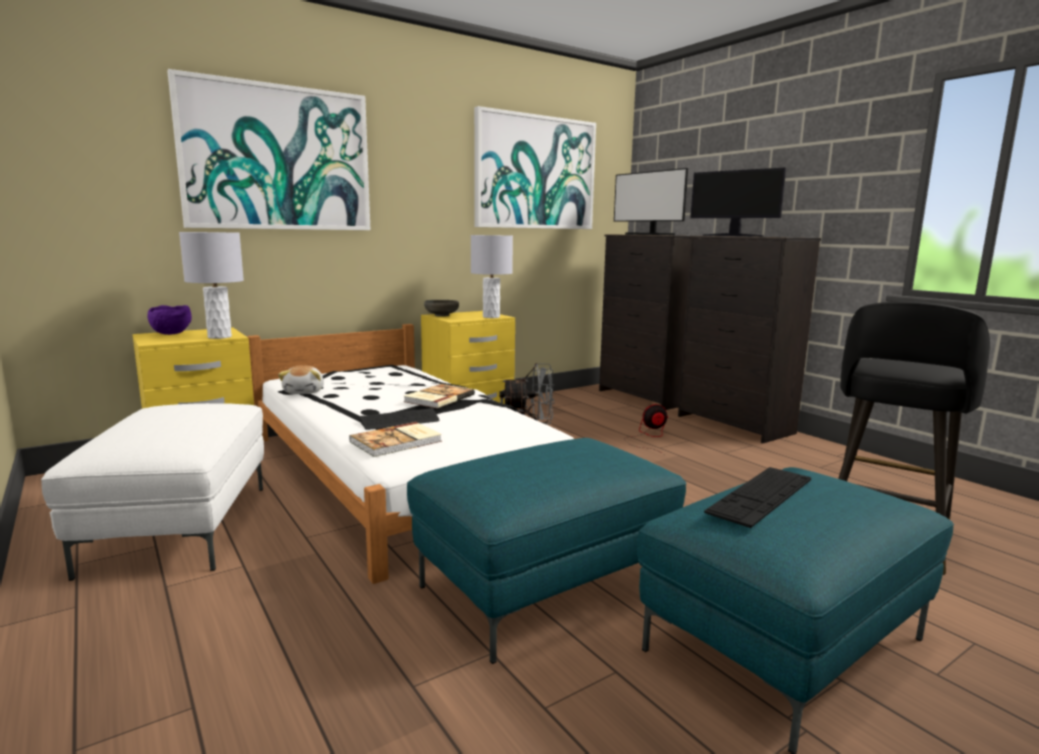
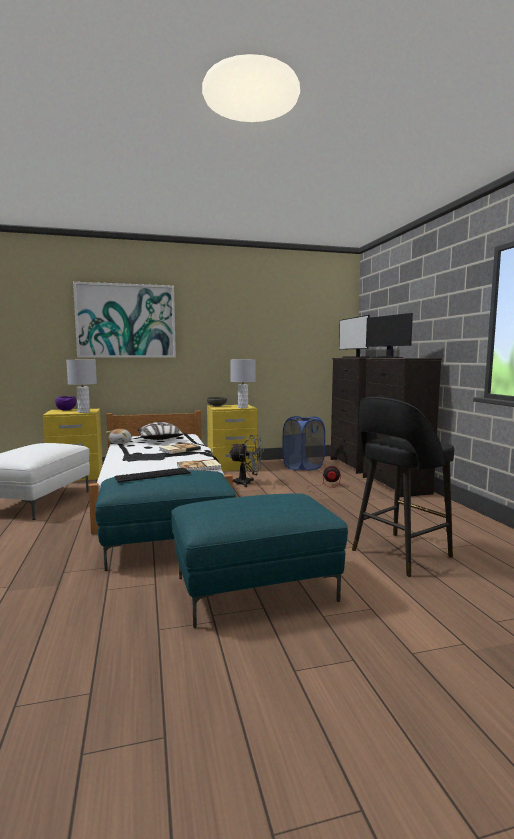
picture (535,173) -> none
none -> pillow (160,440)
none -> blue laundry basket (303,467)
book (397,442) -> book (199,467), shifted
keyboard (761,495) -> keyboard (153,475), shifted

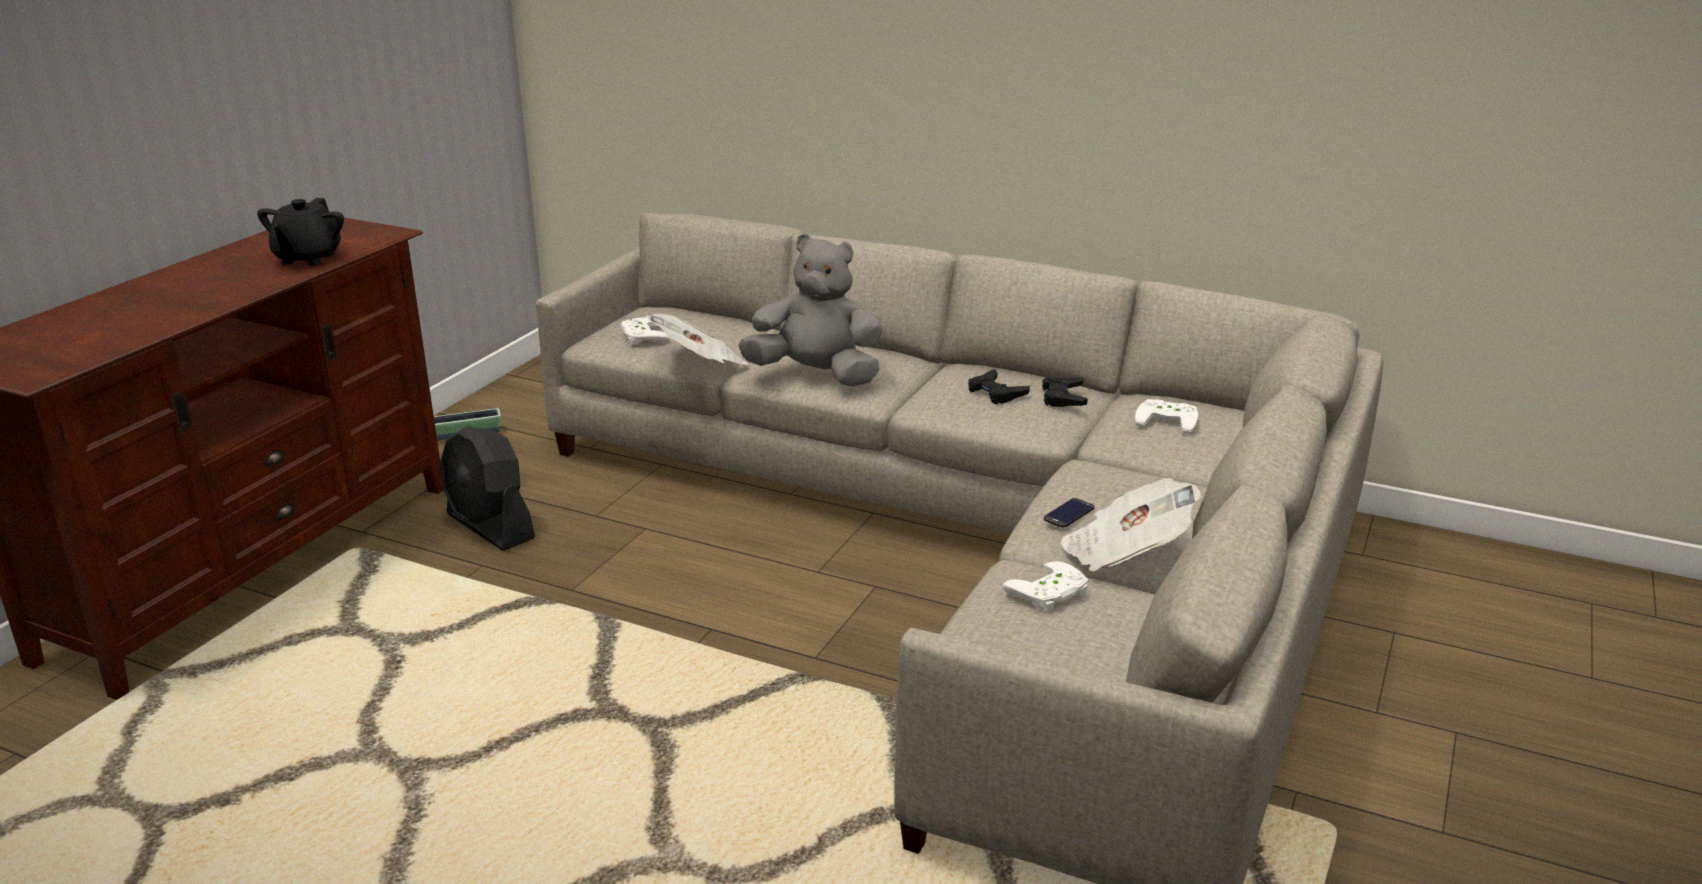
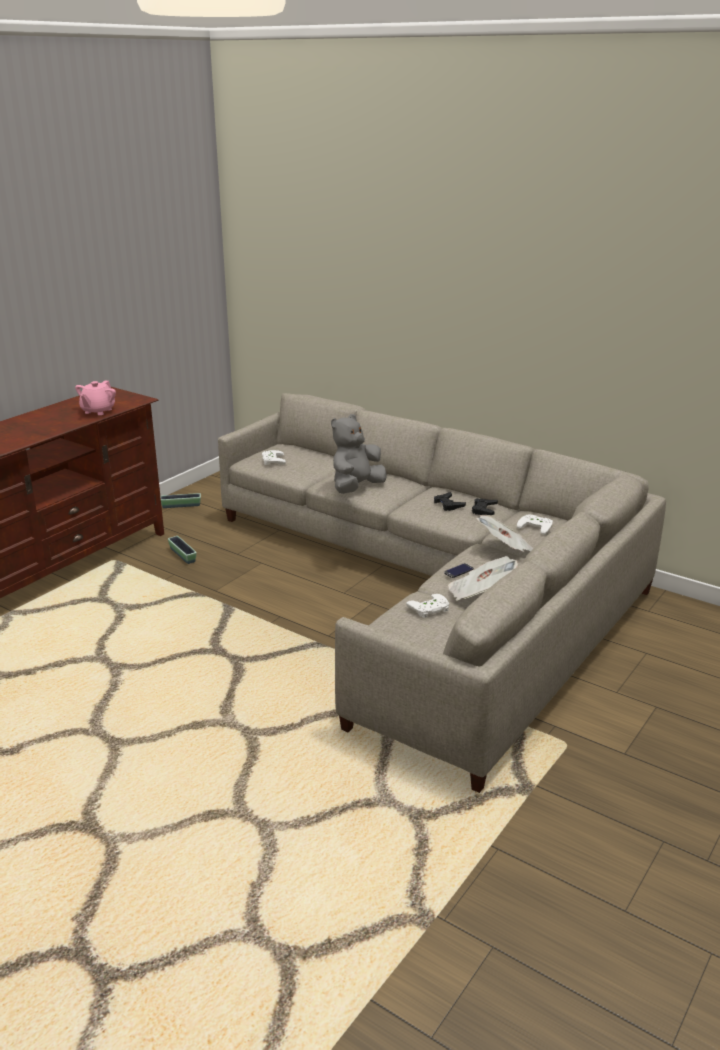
newspaper (699,364) -> newspaper (506,549), shifted
black fan (490,527) -> planter (182,555)
black teapot (307,258) -> pink teapot (98,411)
grey plush toy (816,375) -> grey plush toy (356,488), 75 degrees counterclockwise

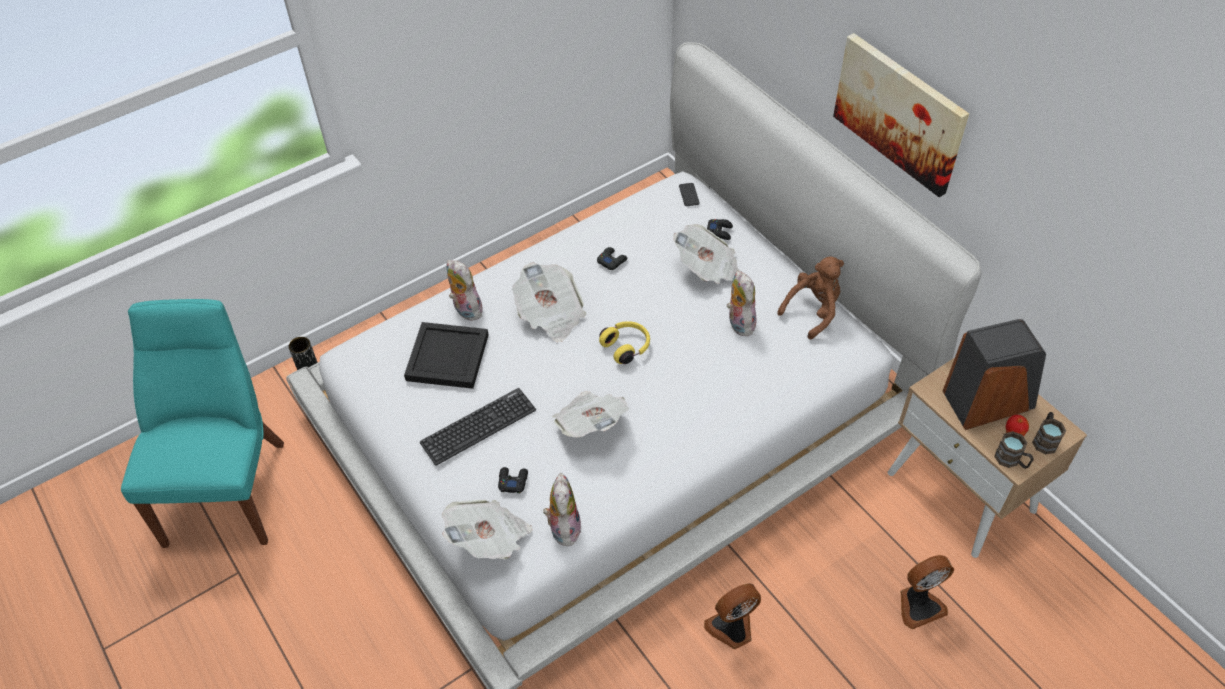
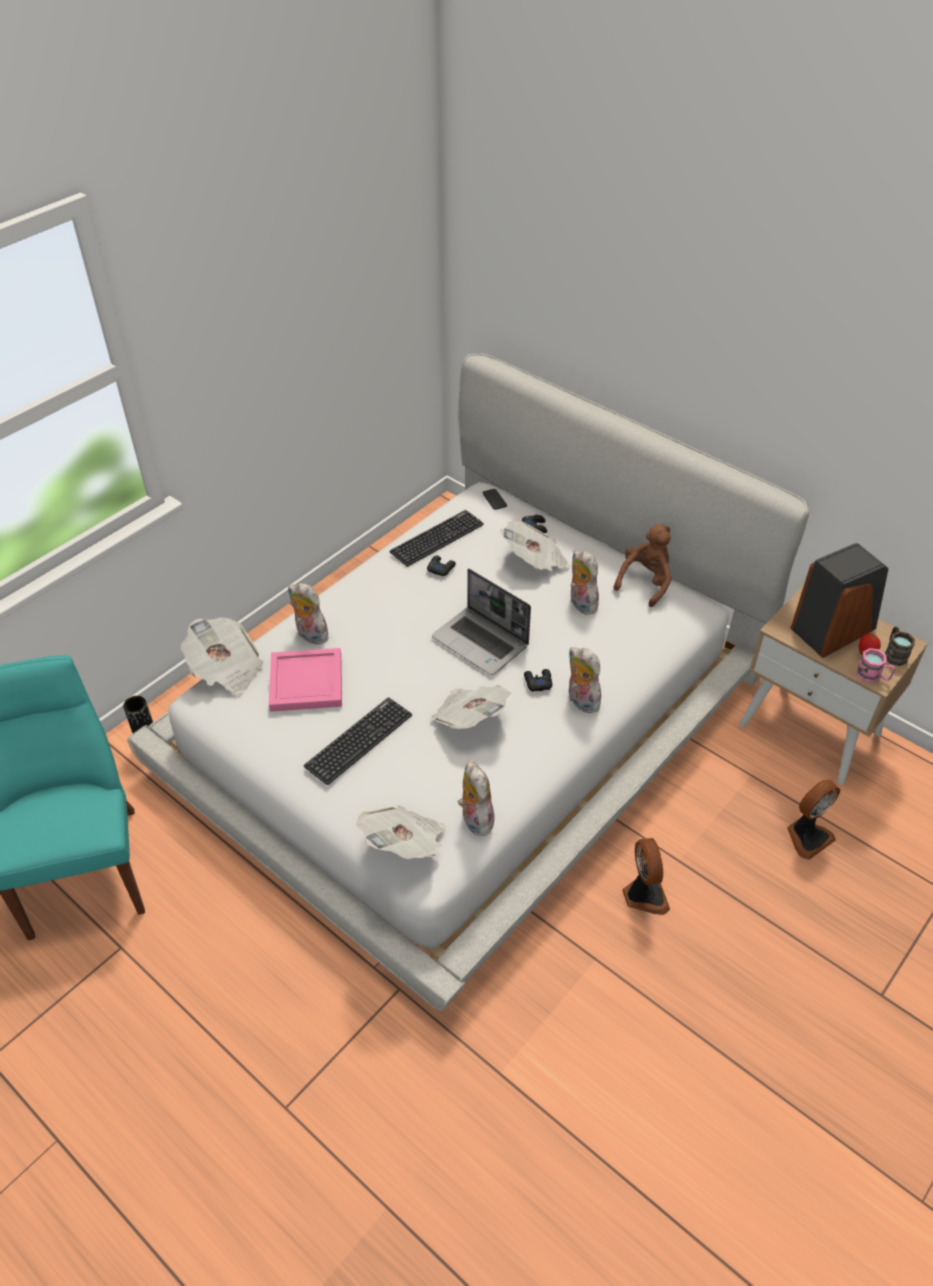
picture (900,113) -> none
none -> keyboard (437,538)
none -> plush toy (580,701)
black game controller (512,481) -> black game controller (537,682), shifted
newspaper (550,314) -> newspaper (226,669), shifted
yellow headphones (626,347) -> laptop (481,642)
black tray (446,356) -> pink tray (305,681)
brown mug (1011,460) -> pink mug (872,676)
fan (732,629) -> fan (643,895), 120 degrees clockwise

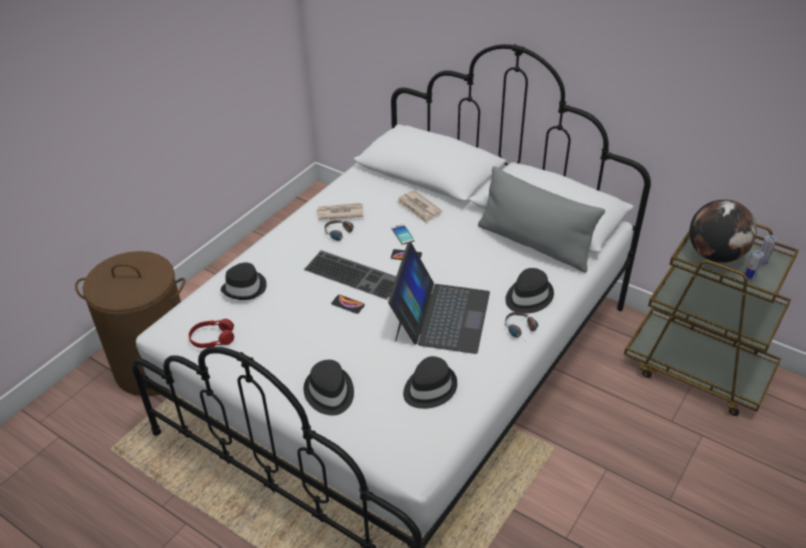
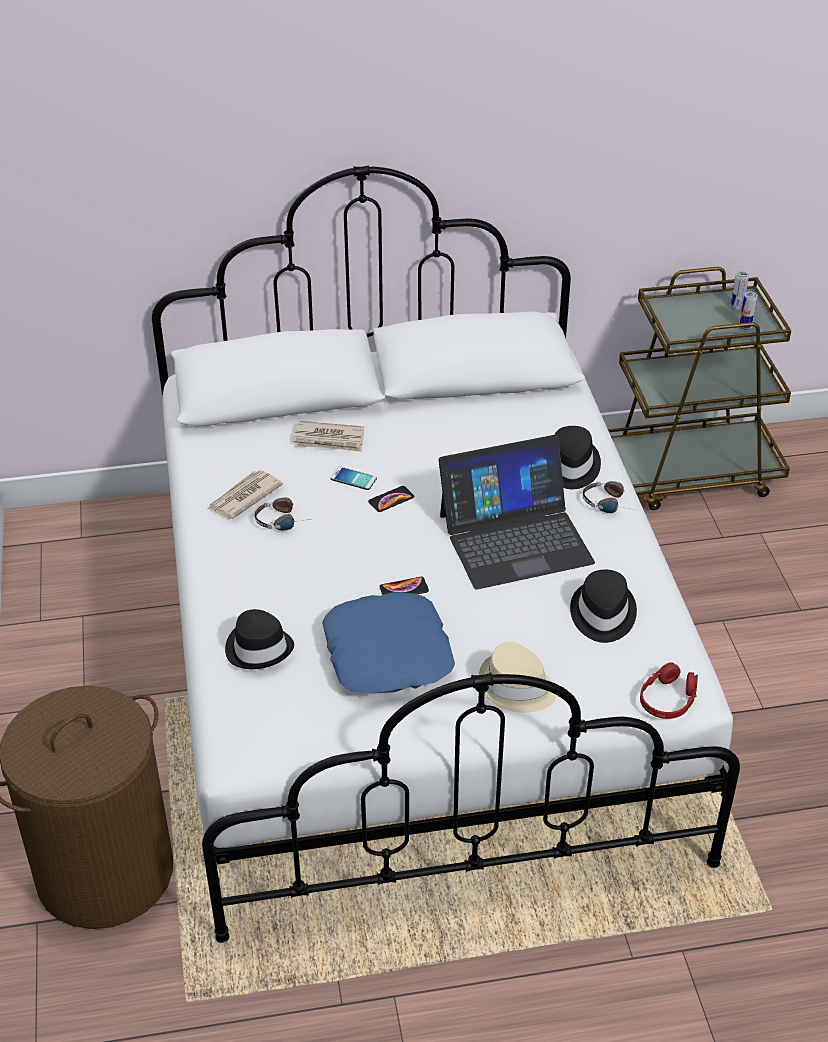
keyboard (354,274) -> none
grey pillow (534,244) -> none
globe (715,255) -> none
none -> blue pillow (388,653)
red headphones (212,339) -> red headphones (668,699), shifted
black hat (329,393) -> beige hat (516,687)
laptop (441,316) -> laptop (515,538), 105 degrees clockwise

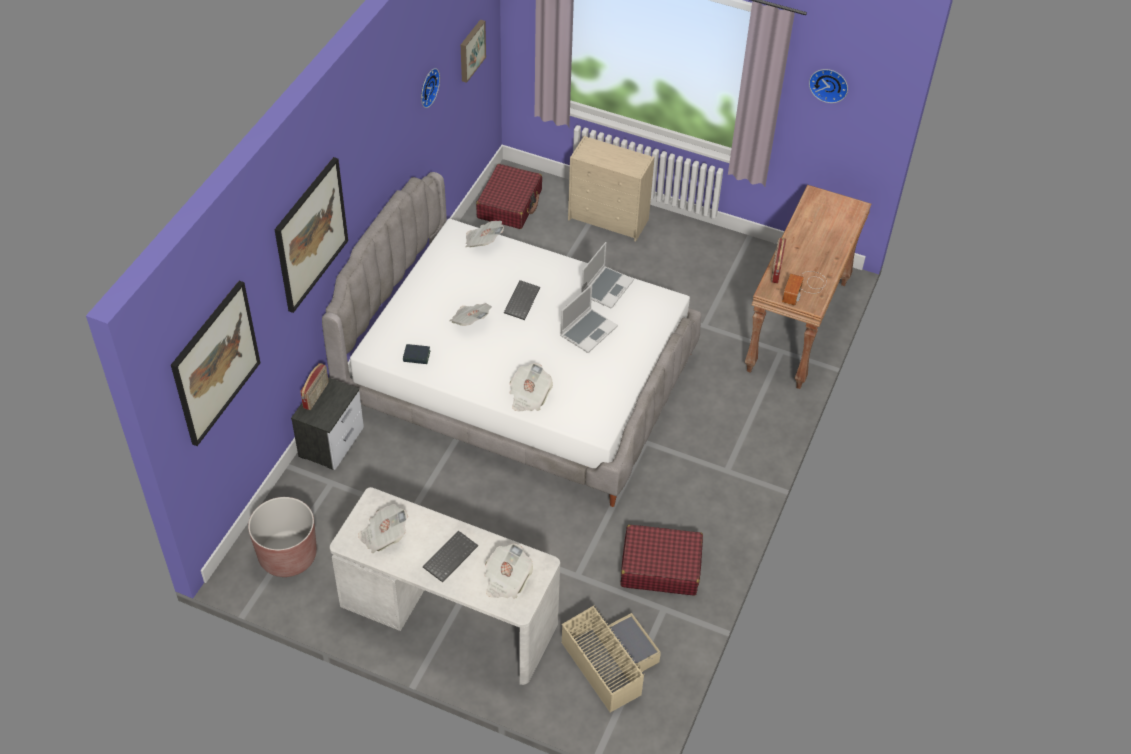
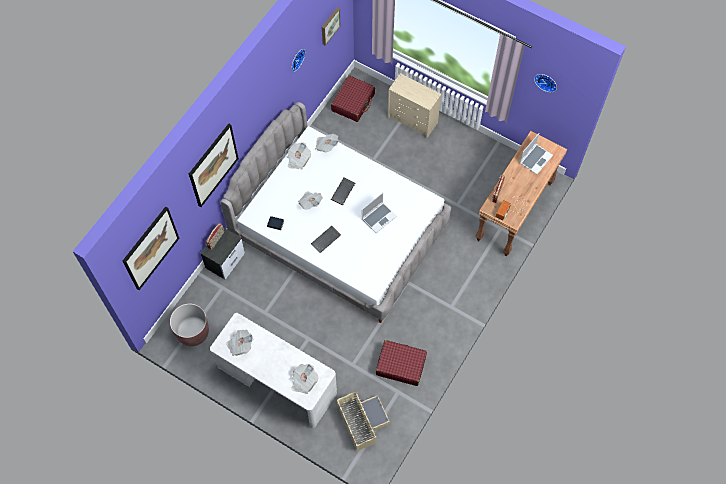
keyboard (450,556) -> keyboard (326,239), shifted
newspaper (529,396) -> newspaper (298,160), shifted
laptop (606,287) -> laptop (535,159), shifted

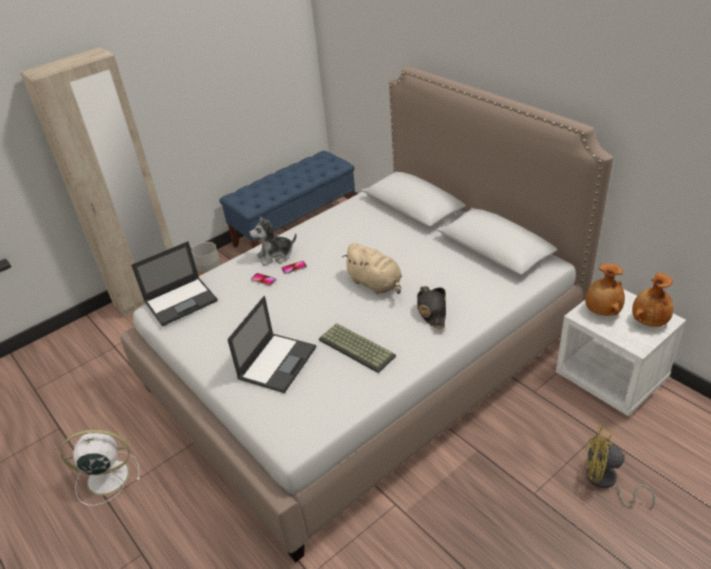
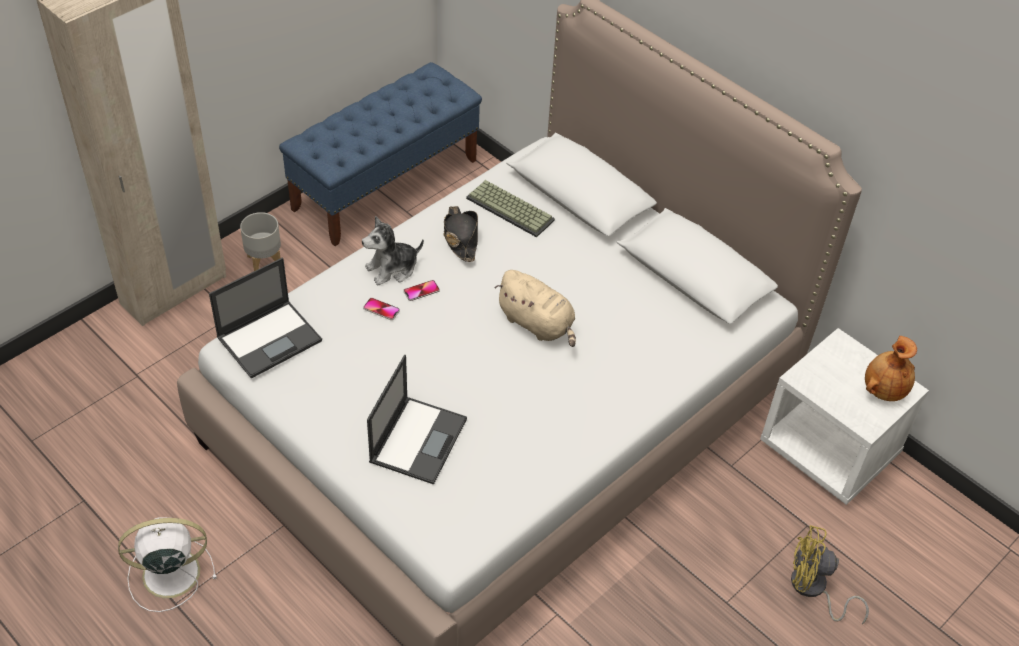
brown vase (601,311) -> none
keyboard (358,347) -> keyboard (512,209), shifted
black hat (431,310) -> black hat (460,238), shifted

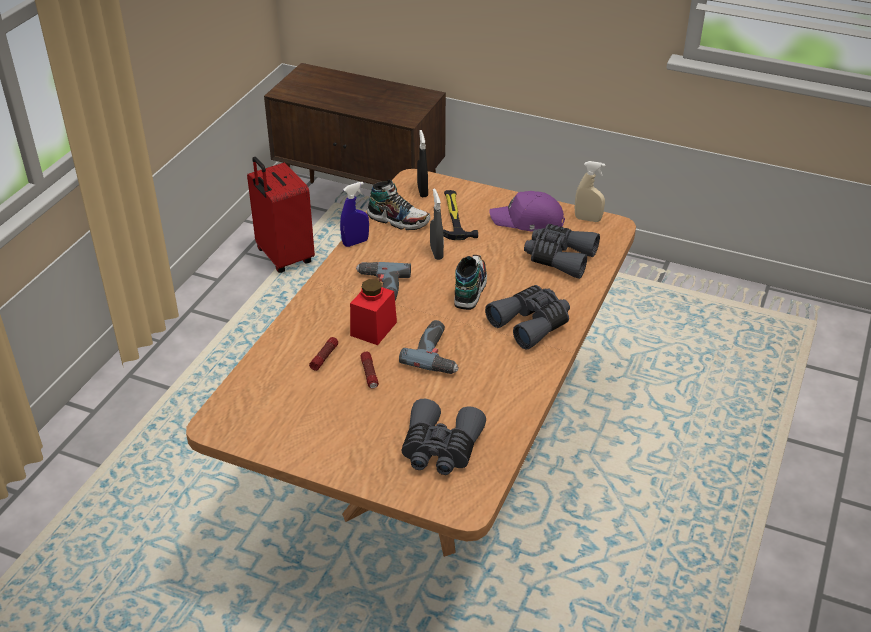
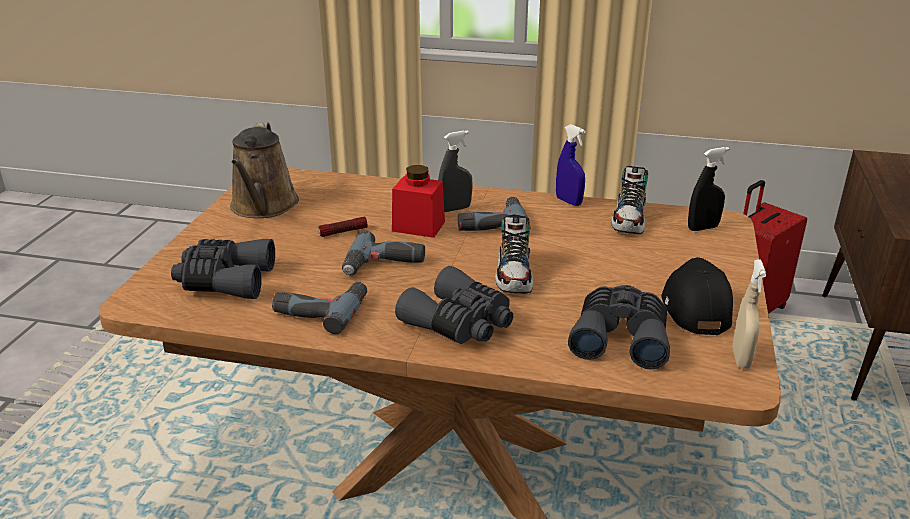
flashlight (324,357) -> none
hammer (454,217) -> none
none -> brown watering can (263,207)
none -> power drill (321,309)
grey spray bottle (436,253) -> grey spray bottle (455,209), shifted
purple cap (528,221) -> black cap (694,306)
shoe (469,289) -> shoe (514,275), 90 degrees clockwise

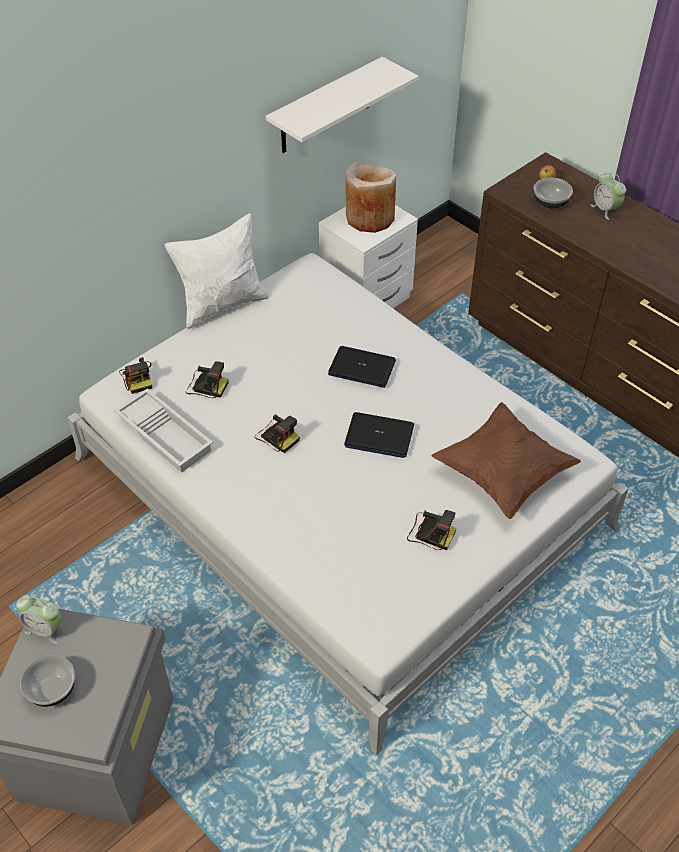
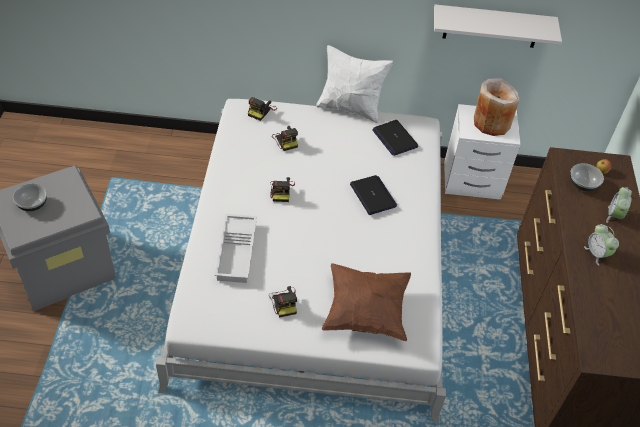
alarm clock (45,629) -> alarm clock (597,254), shifted
white tray (166,435) -> white tray (237,252), shifted
laptop (379,436) -> laptop (394,138), shifted

